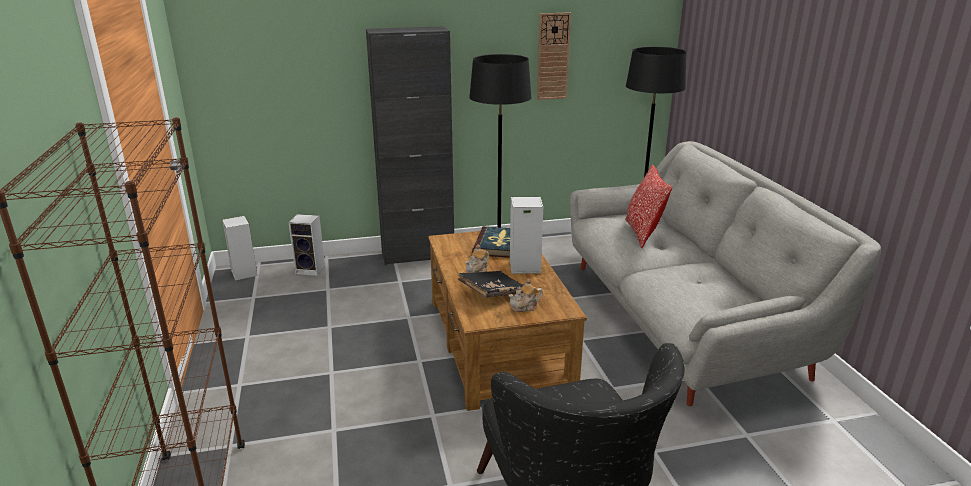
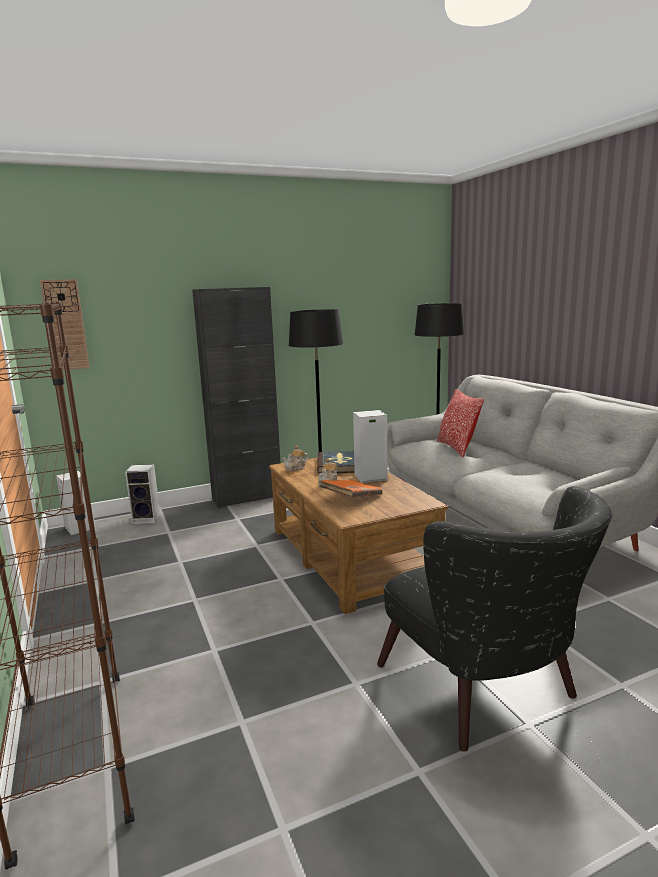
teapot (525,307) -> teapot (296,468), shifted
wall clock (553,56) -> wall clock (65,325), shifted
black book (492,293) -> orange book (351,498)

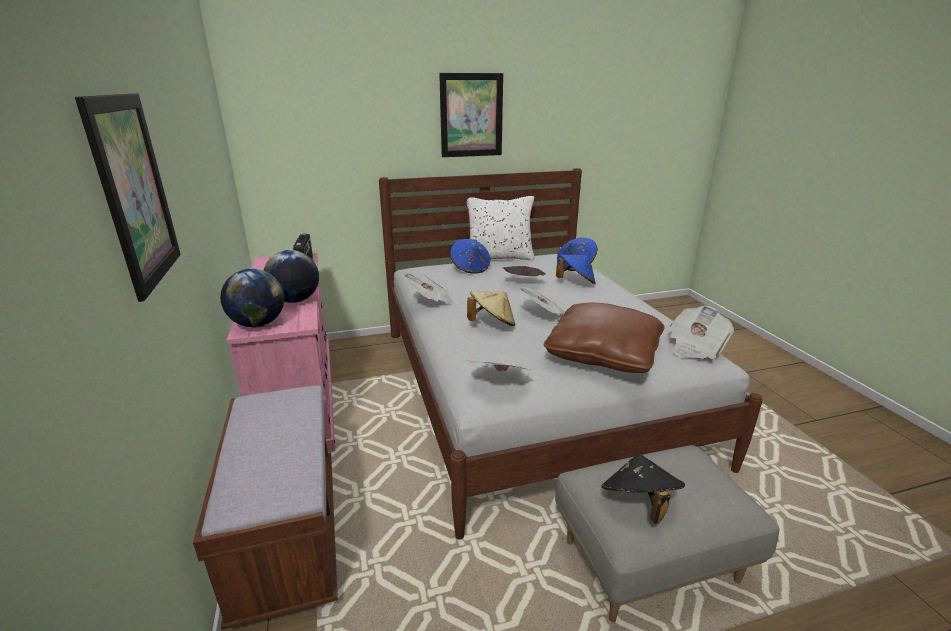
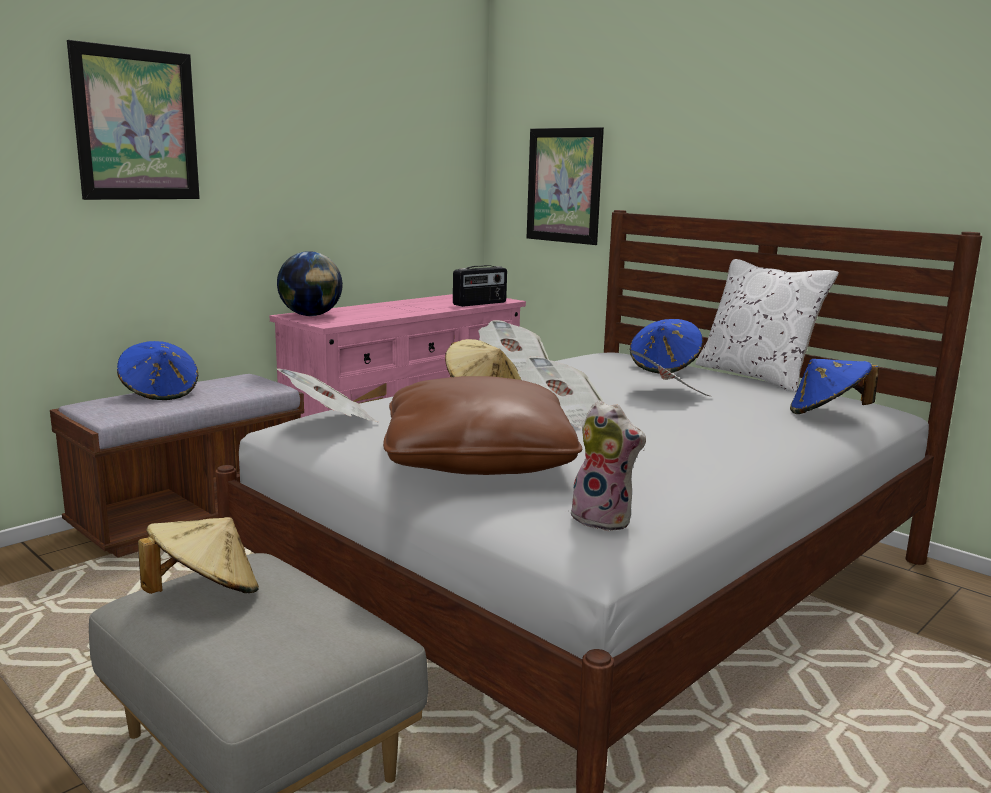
globe (295,300) -> none
picture (471,115) -> picture (564,185), shifted
blue hat (575,282) -> blue hat (160,393), shifted
newspaper (695,347) -> plush toy (604,519)
black hat (638,504) -> beige hat (205,594)

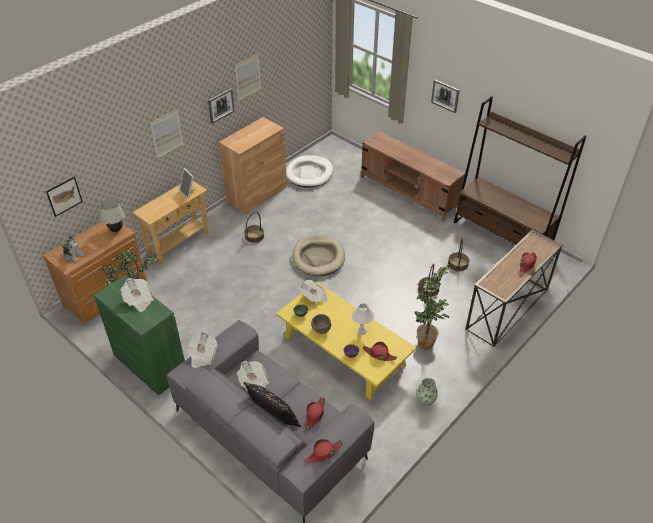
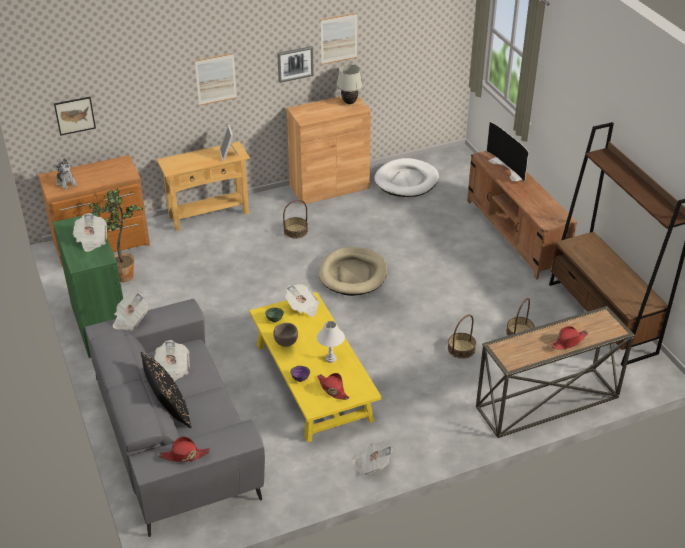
red hat (315,415) -> none
potted plant (425,345) -> none
picture (445,95) -> none
none -> television (508,168)
white table lamp (116,230) -> white table lamp (349,102), shifted
vase (426,400) -> newspaper (371,465)

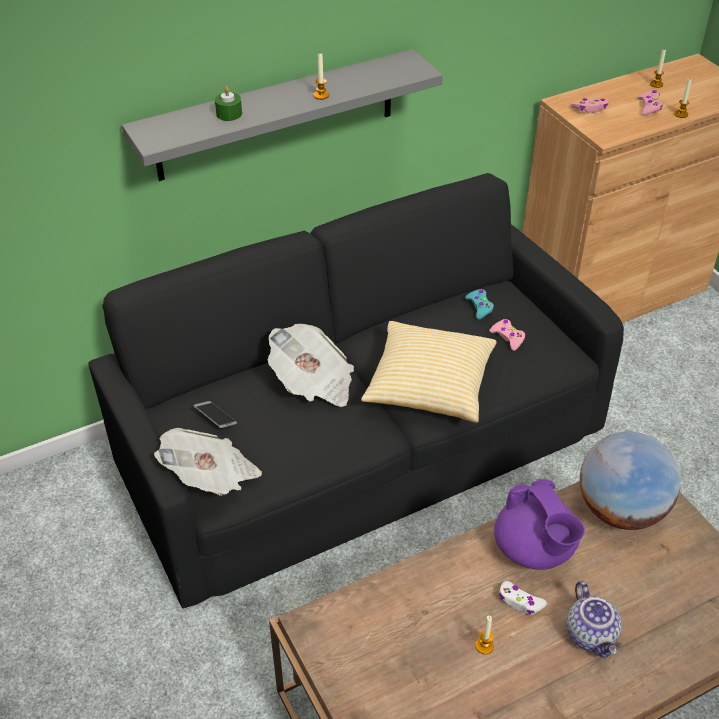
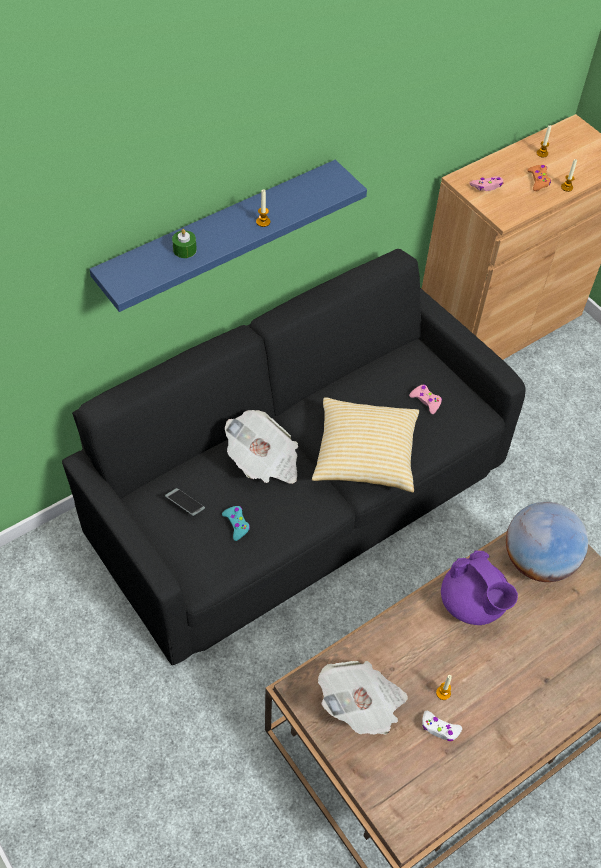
teapot (592,635) -> none
newspaper (212,477) -> newspaper (362,705), shifted
turquoise game controller (479,307) -> turquoise game controller (236,524), shifted
white game controller (520,602) -> white game controller (439,728), shifted
grey shelf (276,116) -> blue shelf (219,235)
pink game controller (649,107) -> orange game controller (538,180)

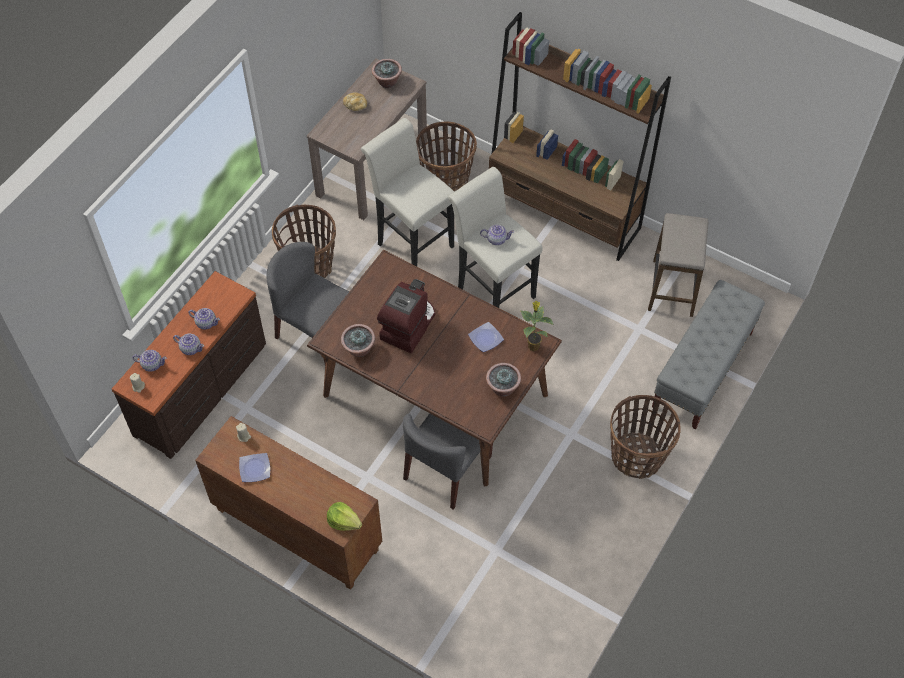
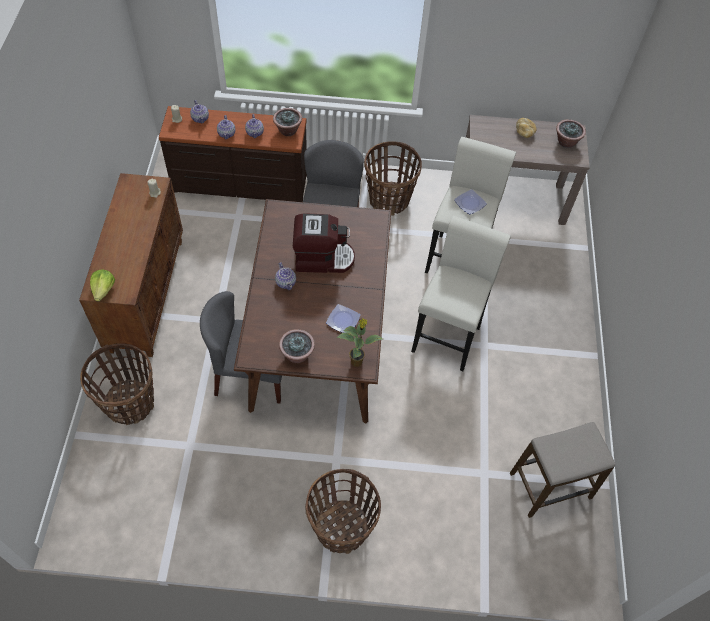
brown bookcase (563,213) -> none
grey bench (702,370) -> none
plate (255,468) -> plate (470,203), shifted
potted plant (359,349) -> potted plant (288,130), shifted
basket (445,182) -> basket (130,403), shifted
teapot (496,239) -> teapot (286,282), shifted

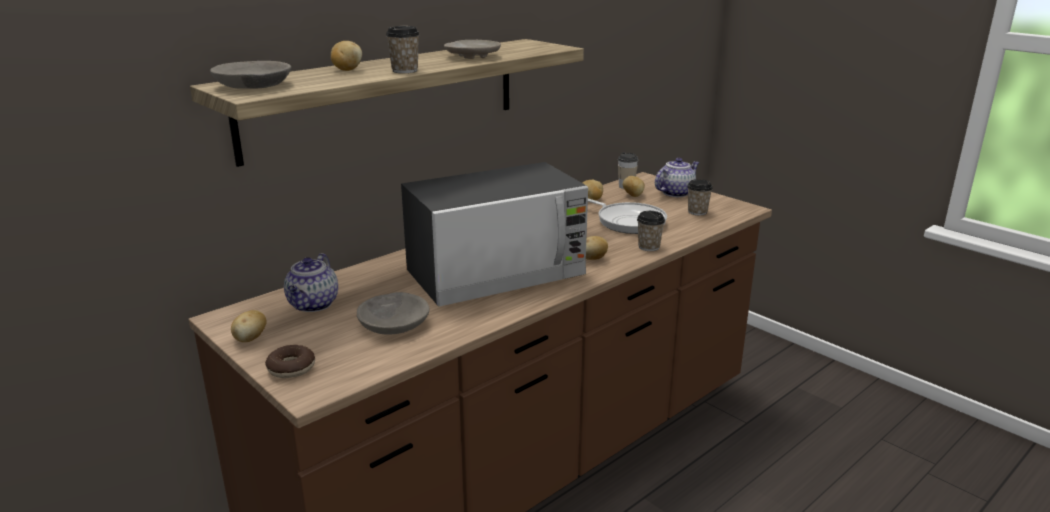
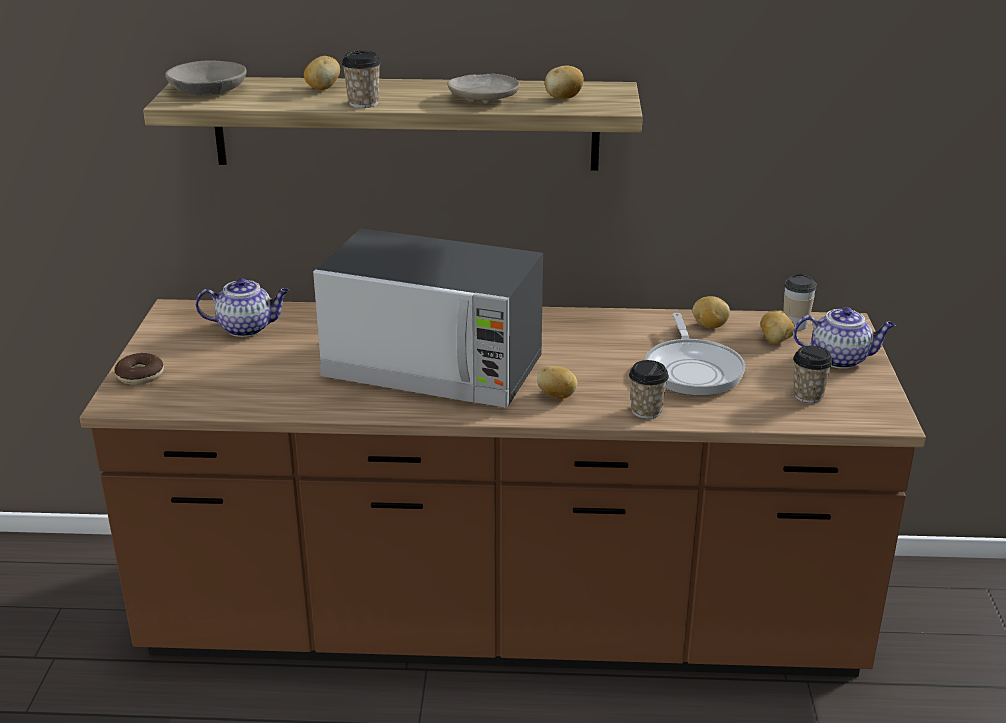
grey bowl (394,323) -> none
potato (250,339) -> potato (563,98), shifted
teapot (313,305) -> teapot (247,328), 150 degrees counterclockwise

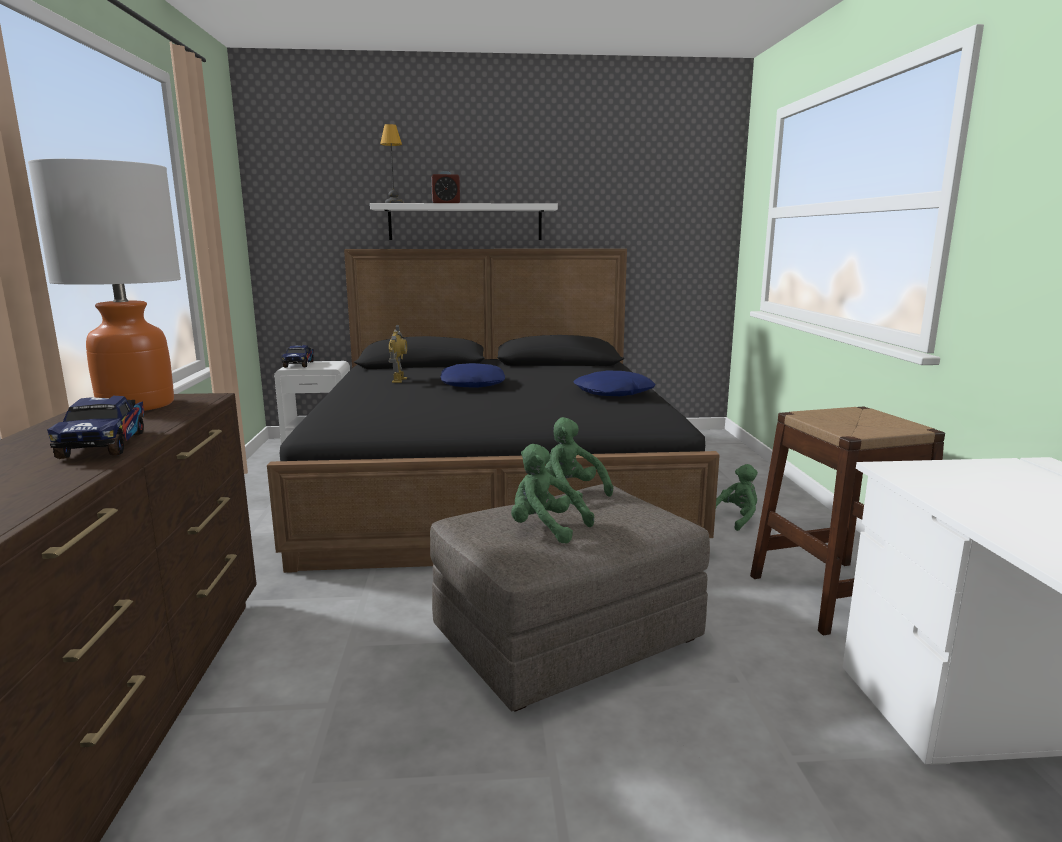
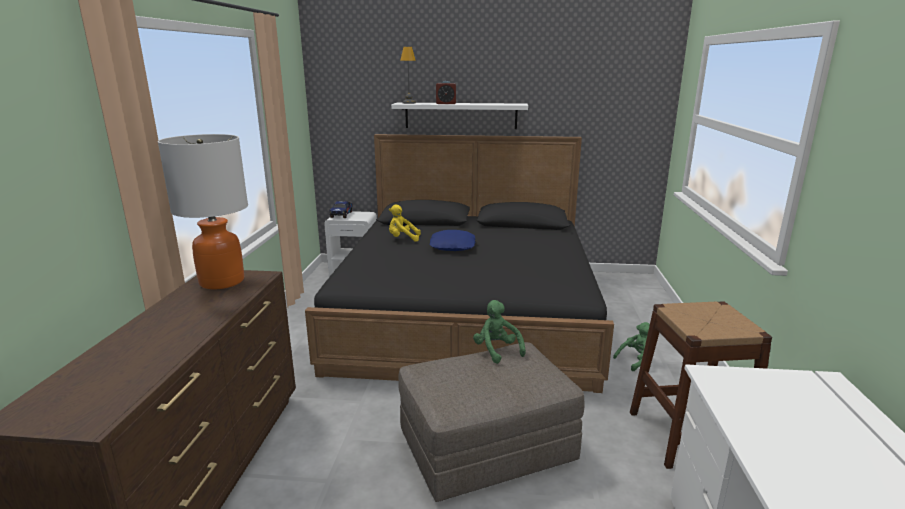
toy truck (105,444) -> none
green plush toy (545,528) -> none
blue pillow (614,393) -> none
toy robot (398,380) -> yellow plush toy (402,239)

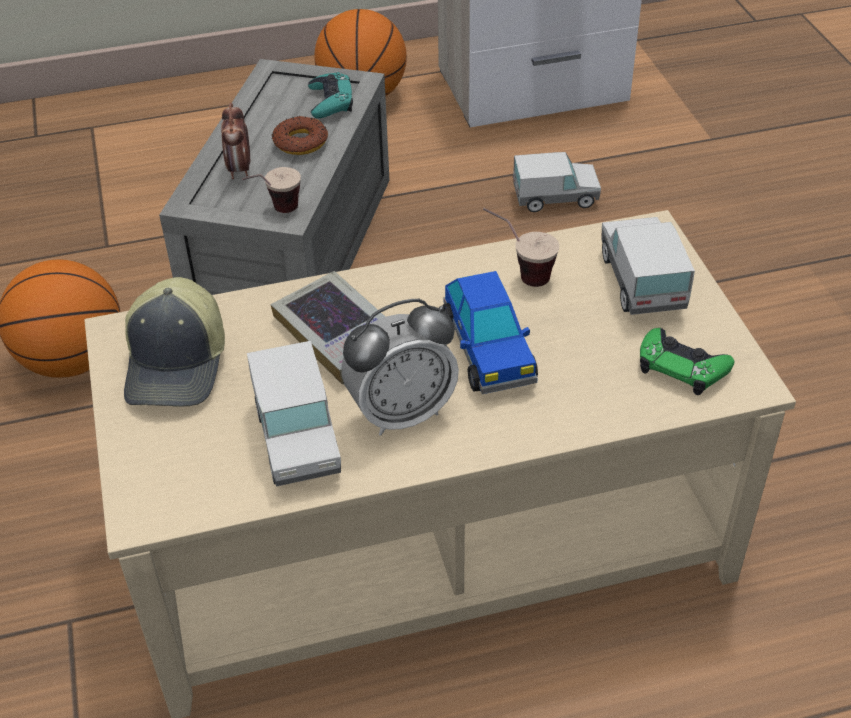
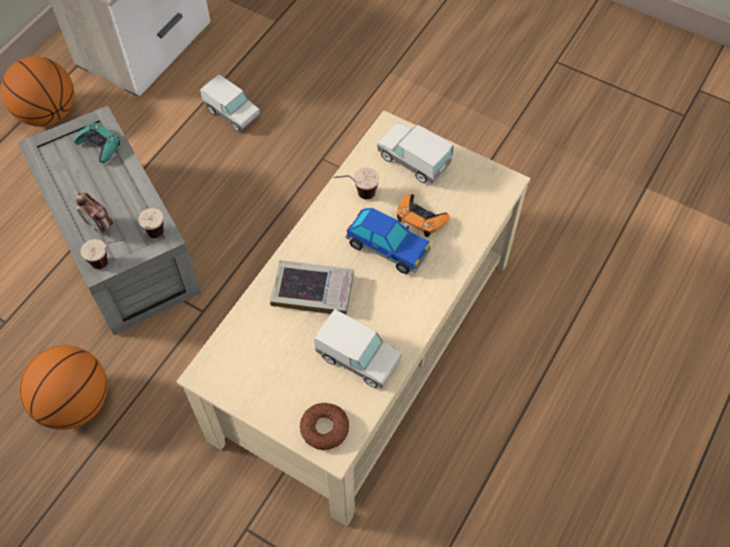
cap (178,364) -> none
alarm clock (401,413) -> none
green game controller (681,367) -> none
none -> cup (109,262)
none -> orange game controller (420,218)
donut (300,142) -> donut (324,428), shifted
toy truck (555,198) -> toy truck (232,113), 90 degrees clockwise

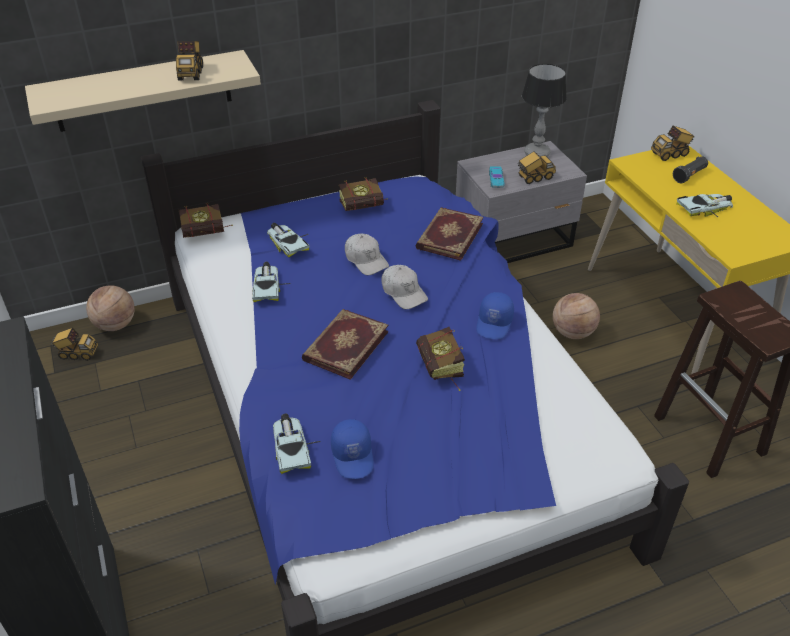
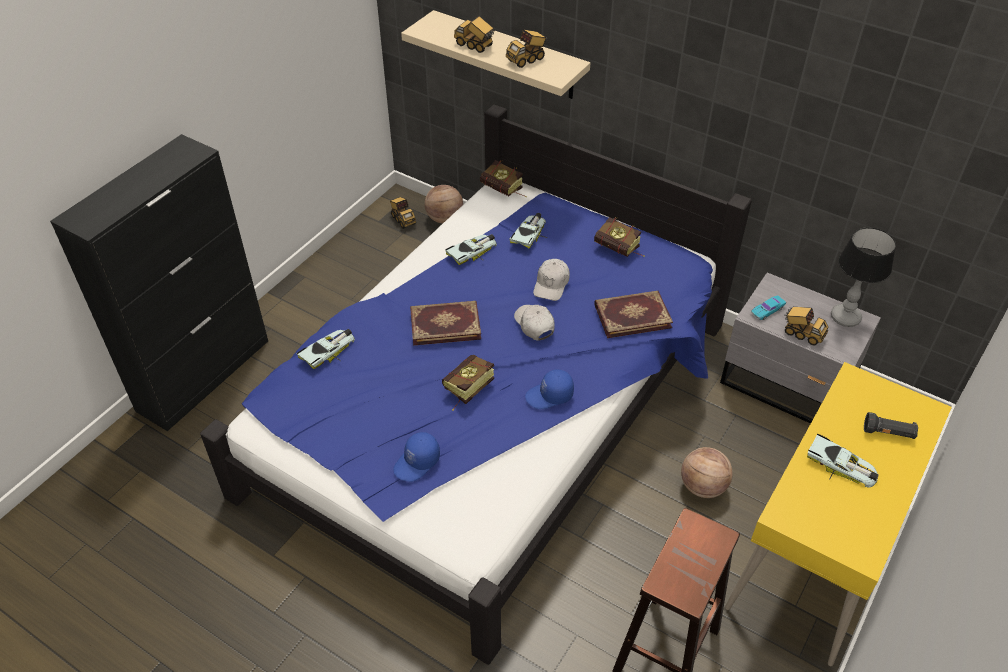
blue cap (353,456) -> blue cap (417,463), shifted
toy truck (670,154) -> toy truck (475,46), shifted
white cap (403,292) -> white cap (534,325), 135 degrees clockwise

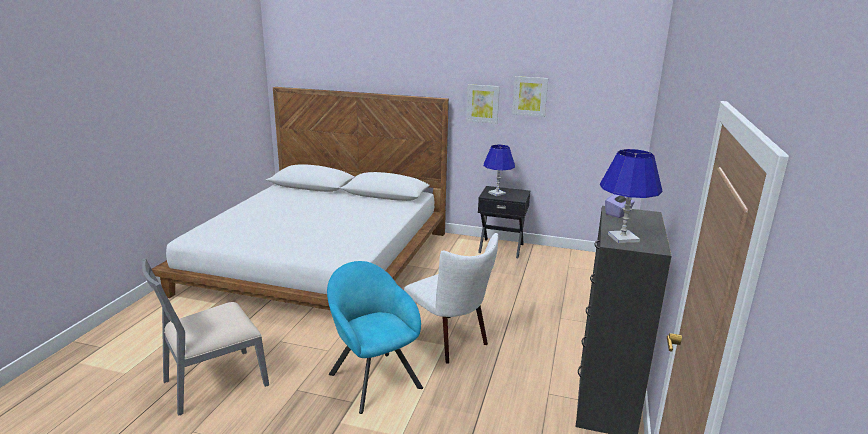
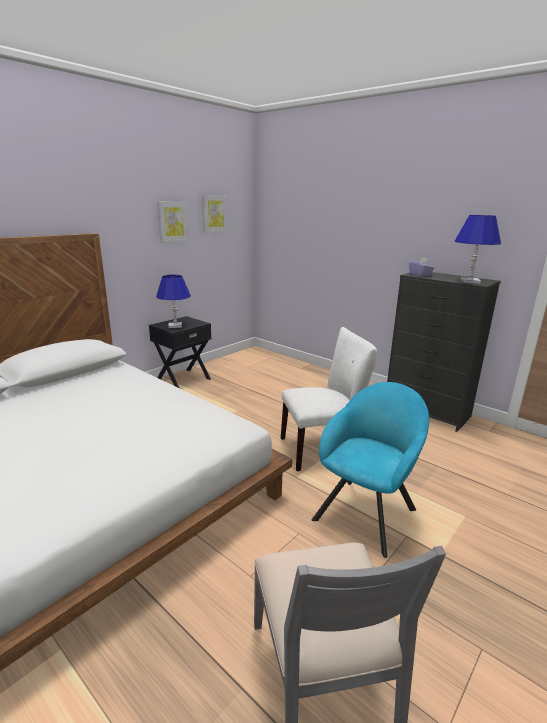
picture (482,103) -> picture (214,213), shifted
turquoise armchair (372,378) -> turquoise armchair (367,511), 135 degrees clockwise

